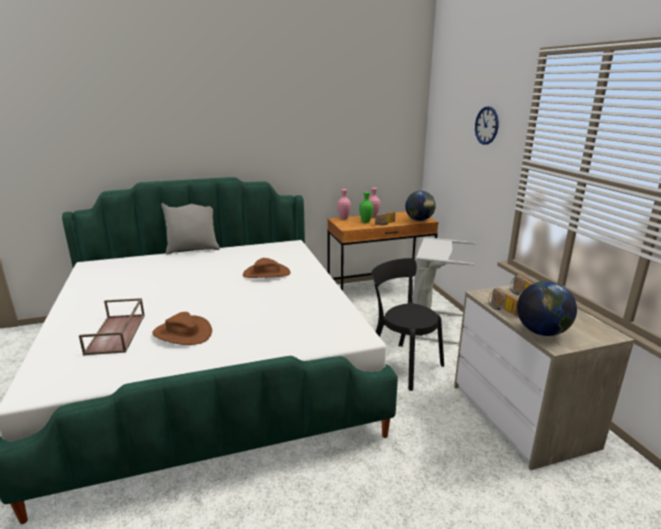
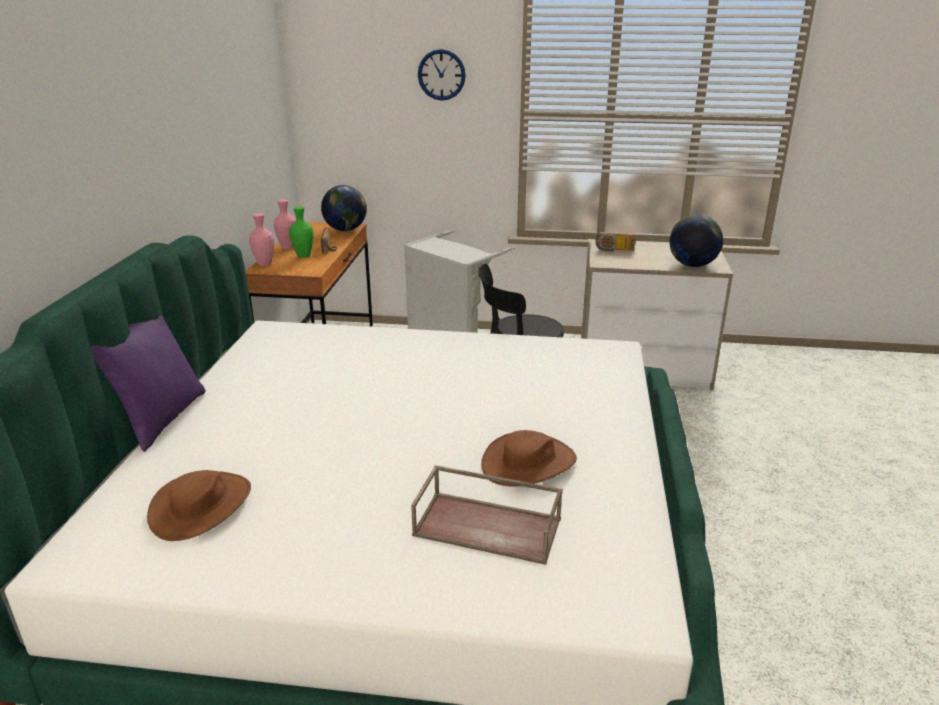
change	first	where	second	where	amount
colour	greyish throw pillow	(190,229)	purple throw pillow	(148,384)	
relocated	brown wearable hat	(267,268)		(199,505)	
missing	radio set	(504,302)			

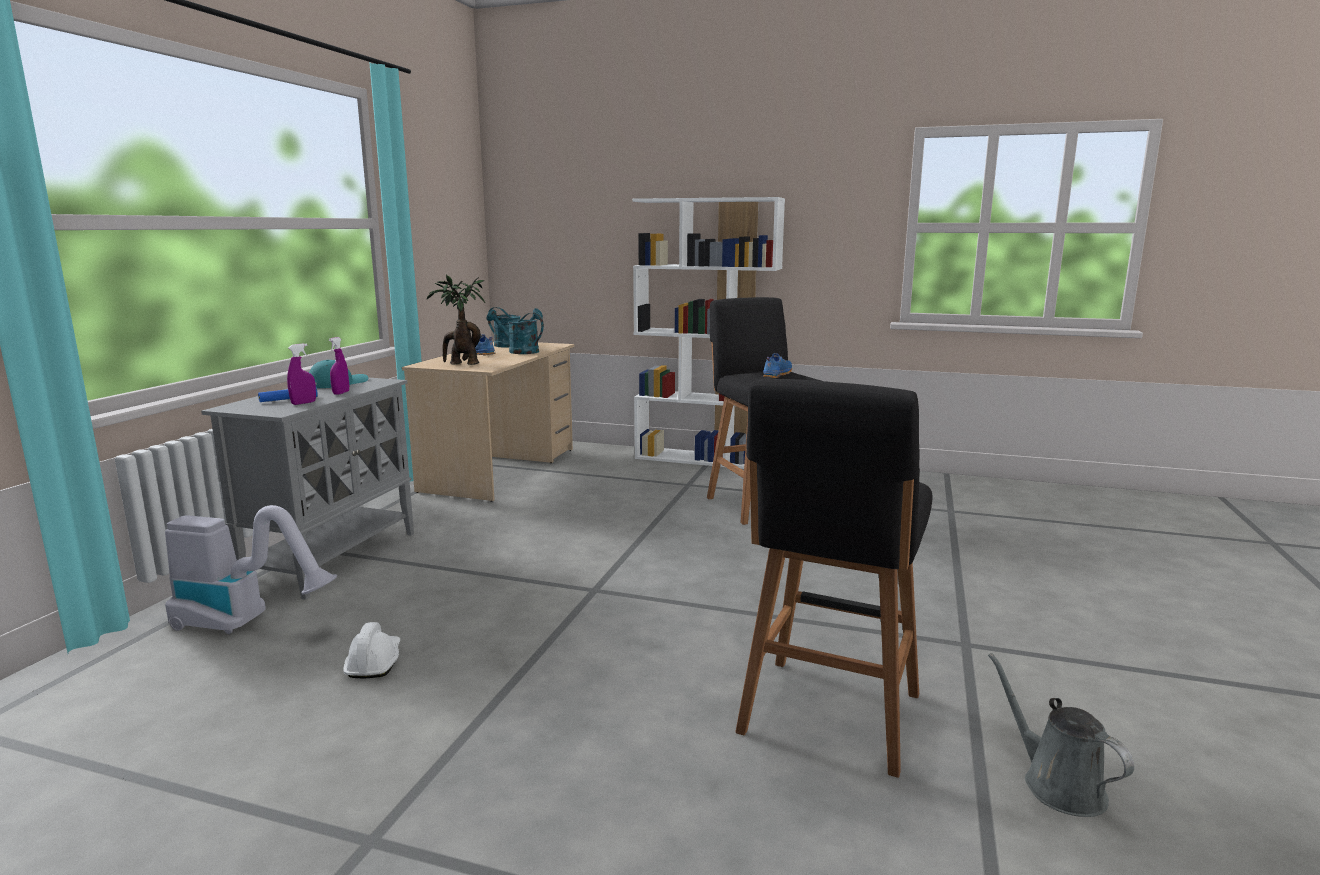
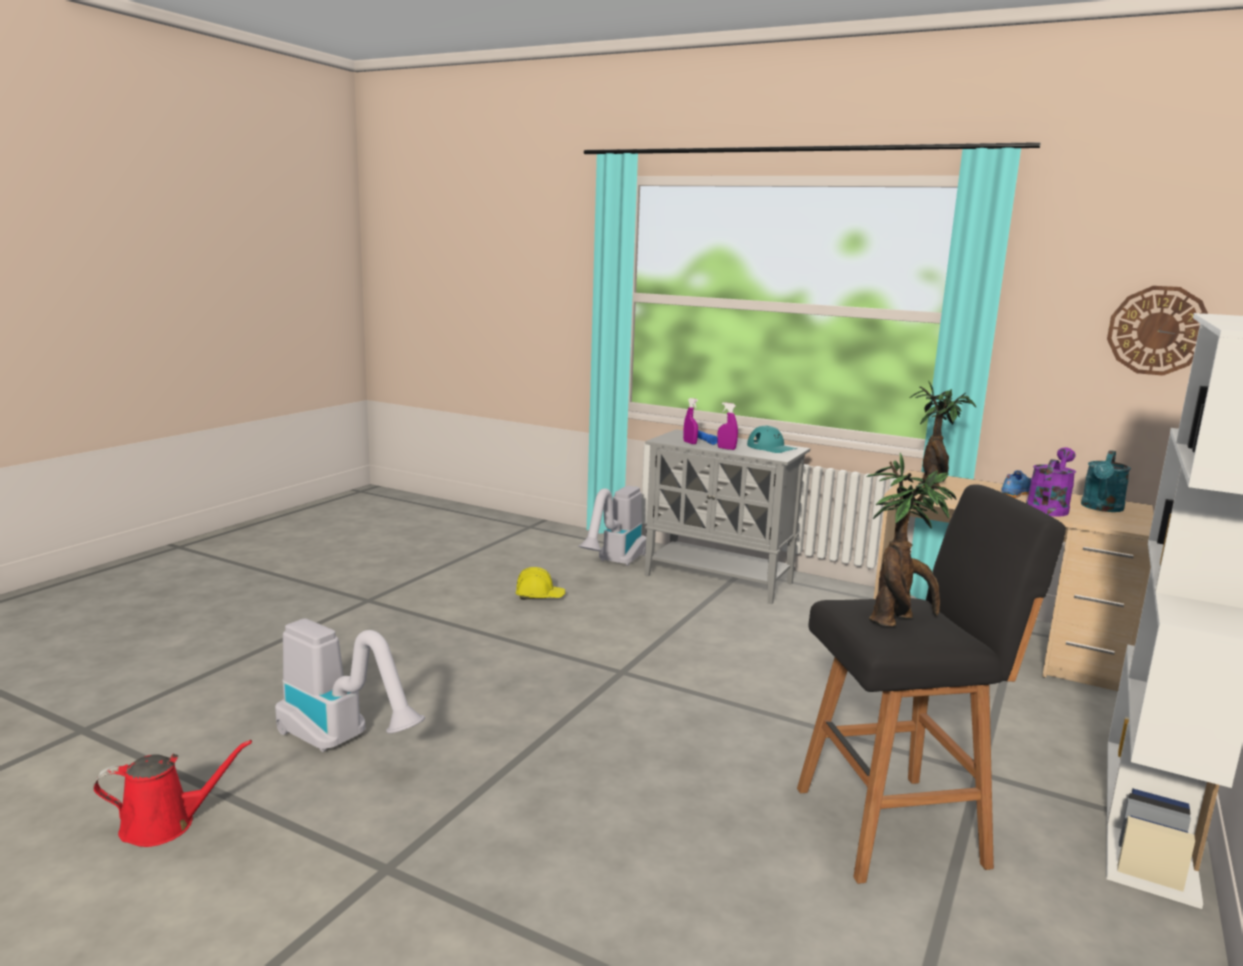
change	first	where	second	where	amount
colour	greyish watering can	(1061,735)	red-coloured watering can	(172,793)	
exchanged	black stool	(833,578)	hoover	(350,685)	
colour	white hard hat	(371,650)	yellow-coloured hard hat	(540,583)	
exchanged	blue-coloured shoe	(777,365)	potted plant	(912,539)	
colour	turquoise-coloured watering can	(515,332)	purple watering can	(1051,482)	
appeared			clock on the wall	(1157,331)	

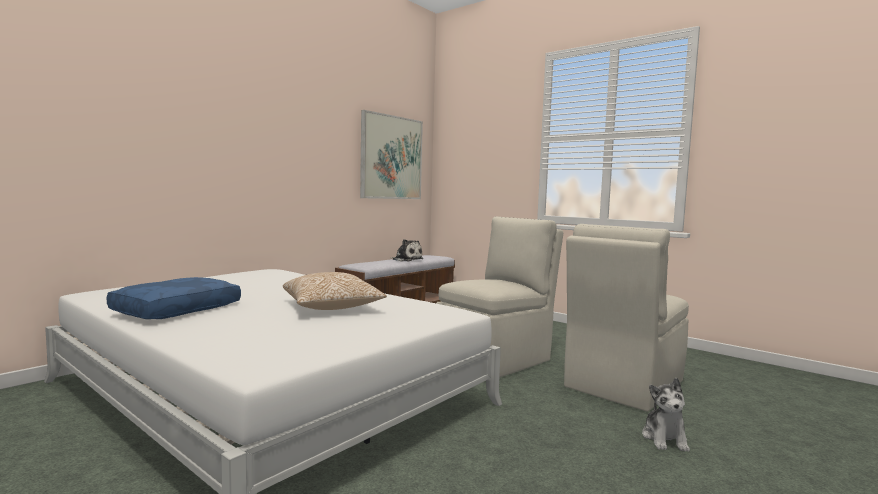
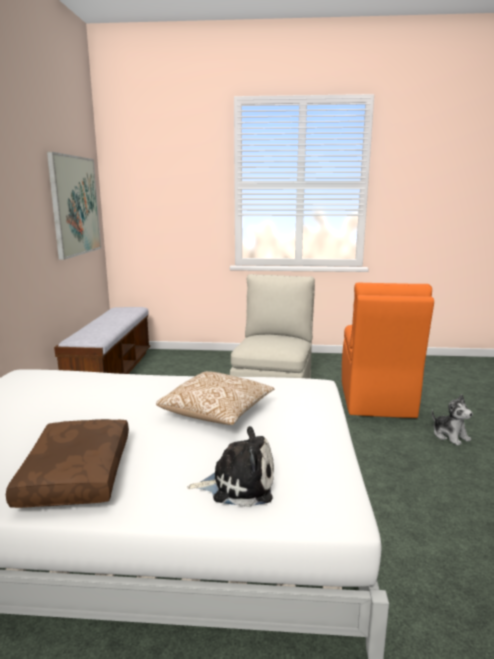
change	first	where	second	where	amount
colour	blue-coloured throw pillow	(173,298)	brown throw pillow	(67,463)	
relocated	soft toy	(407,250)		(230,466)	
colour	beige-coloured chair	(626,317)	orangey chair	(388,350)	

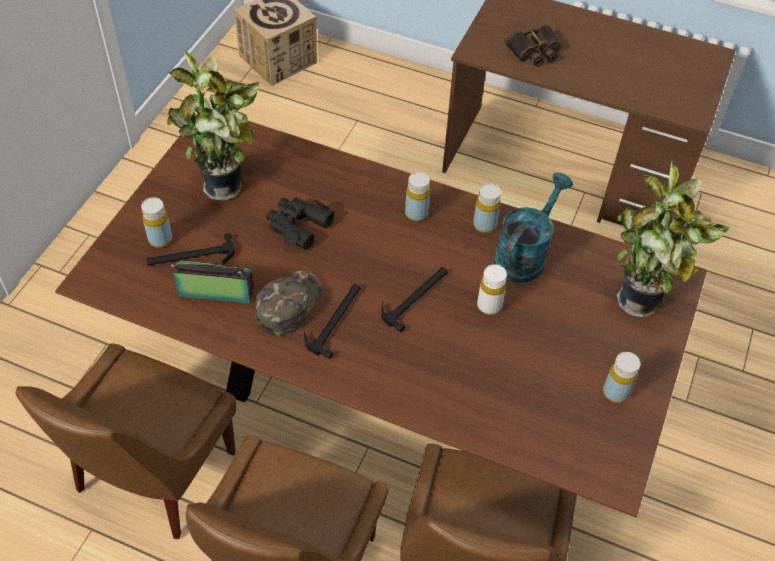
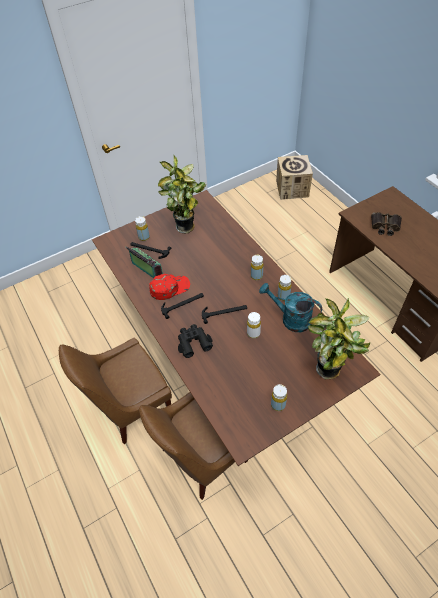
change	first	where	second	where	amount
colour	greenish cap	(289,303)	red-coloured cap	(169,287)	
relocated	black binoculars	(300,223)		(195,341)	
spun	turquoise-coloured watering can	(533,228)		(290,307)	135 degrees counterclockwise
missing	brown chair	(125,441)			

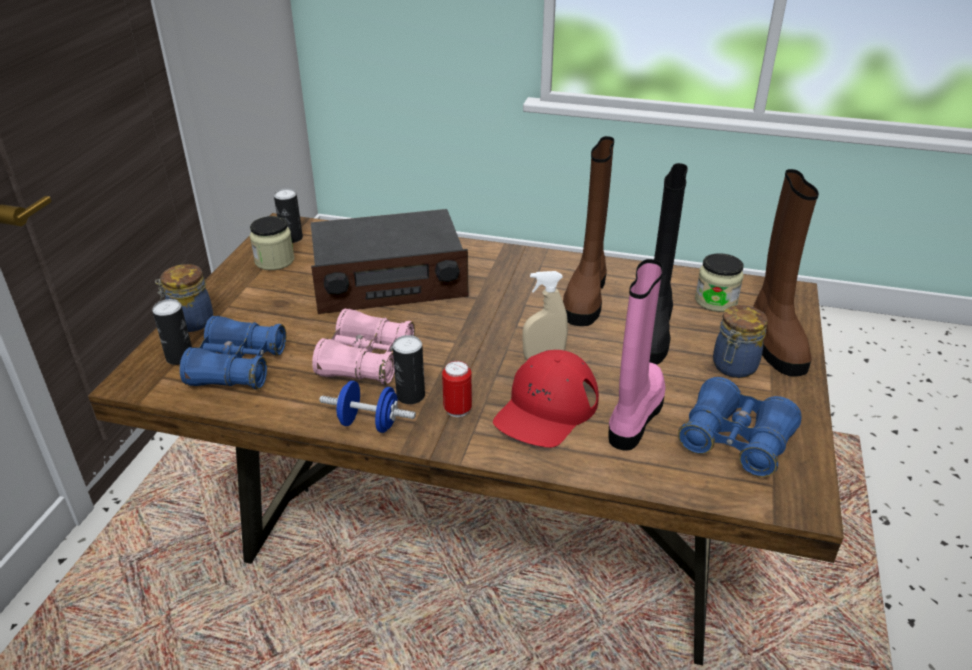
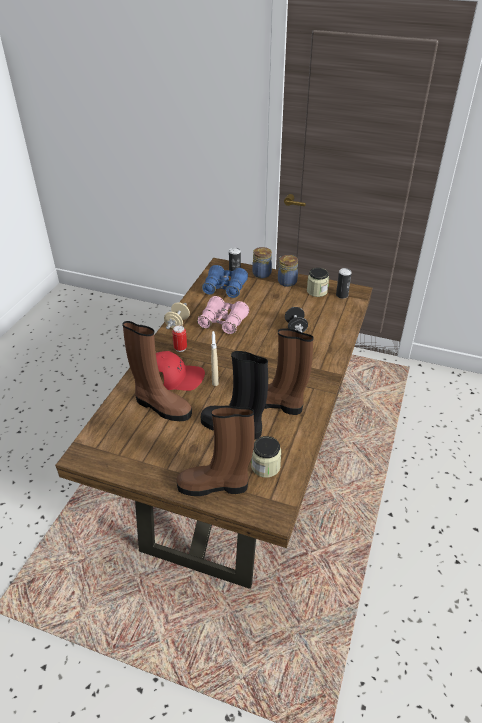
change	first	where	second	where	amount
colour	pinkish tall boot	(637,355)	brown tall boot	(157,371)	
spun	red-coloured cap	(546,399)		(180,371)	150 degrees clockwise
colour	blue-coloured free weight	(367,407)	beige-coloured free weight	(177,315)	
relocated	jar	(740,341)		(287,271)	
exchanged	radio set	(390,261)	black free weight	(296,320)	
missing	can	(409,369)			
missing	blue-coloured binoculars	(740,427)			

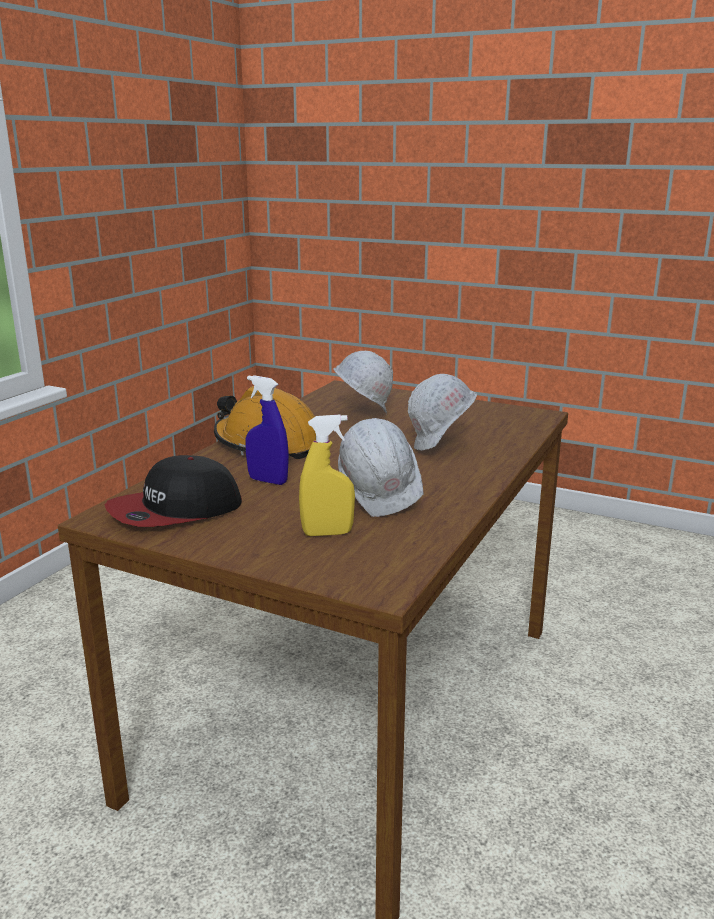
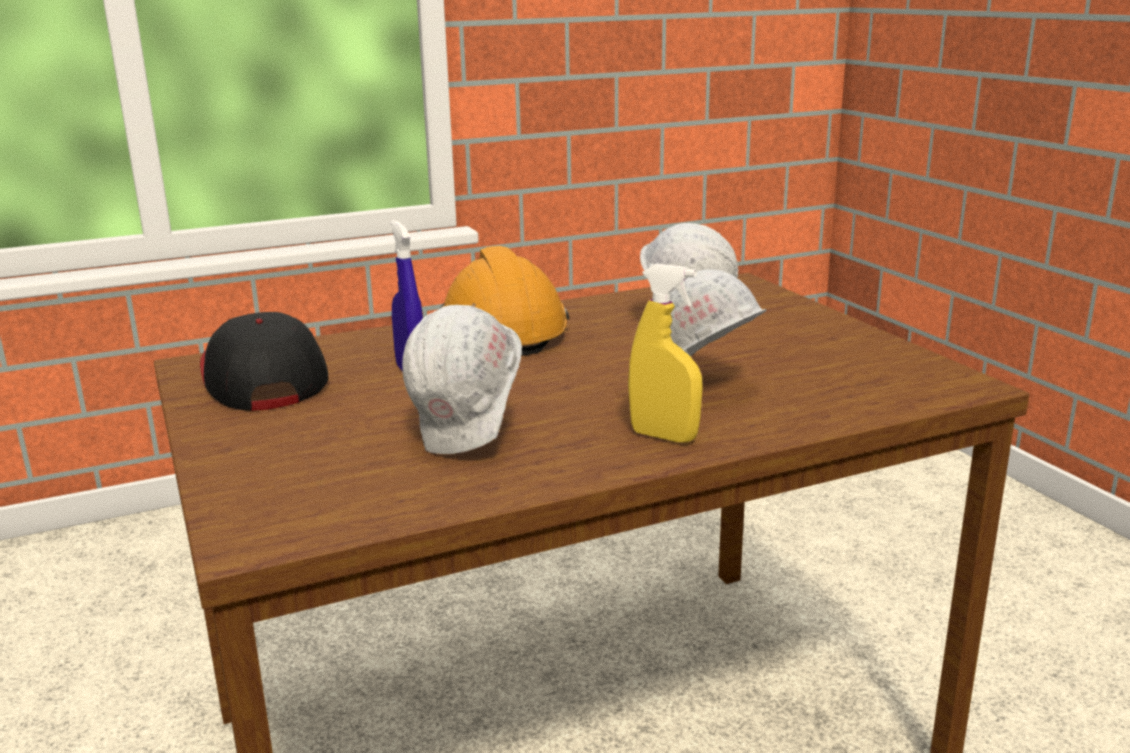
change	first	where	second	where	amount
spun	cap	(173,491)		(264,361)	60 degrees clockwise
relocated	yellow-coloured sprayer	(327,475)		(665,353)	

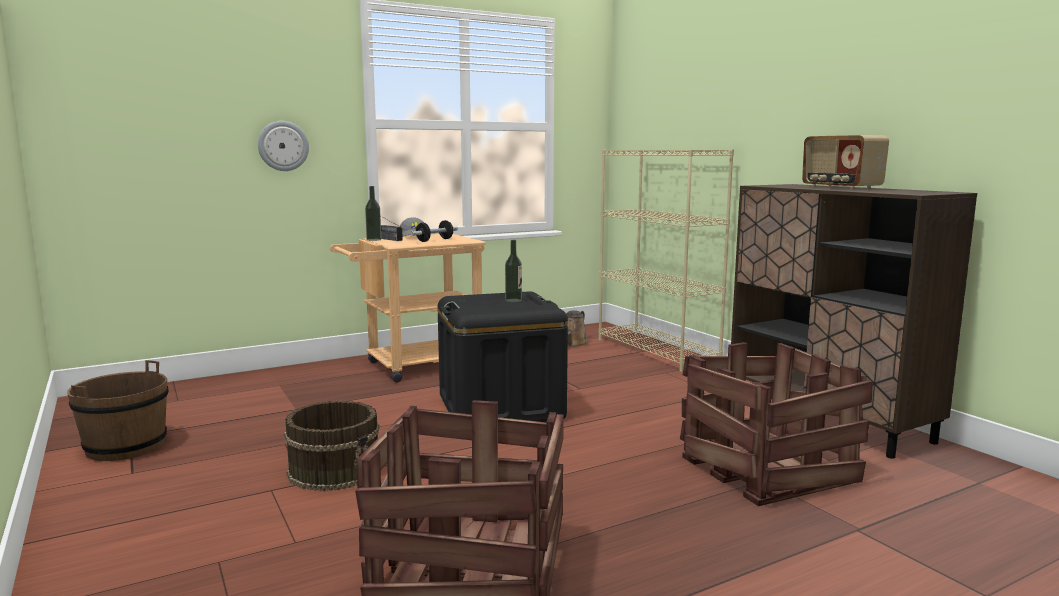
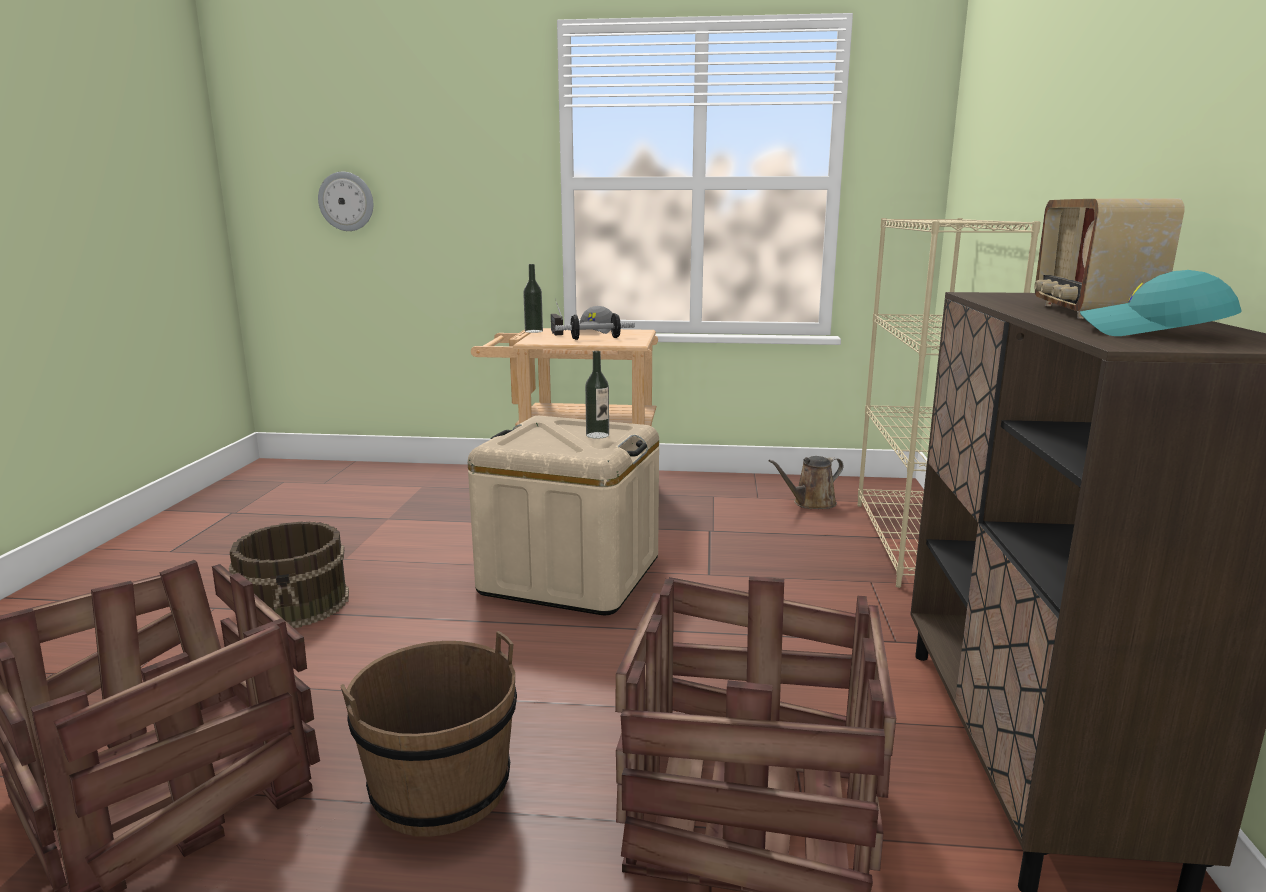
change	first	where	second	where	amount
relocated	clock on the wall	(283,146)		(345,201)	
relocated	brown pail	(117,410)		(428,734)	
colour	black storage box	(502,356)	beige-coloured storage box	(563,515)	
appeared			turquoise-coloured cap	(1161,303)	

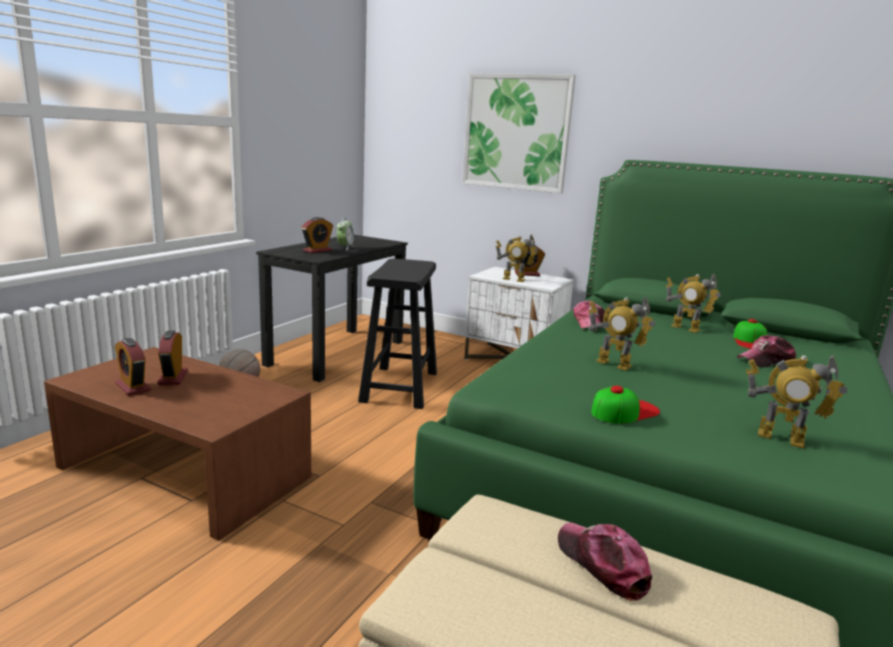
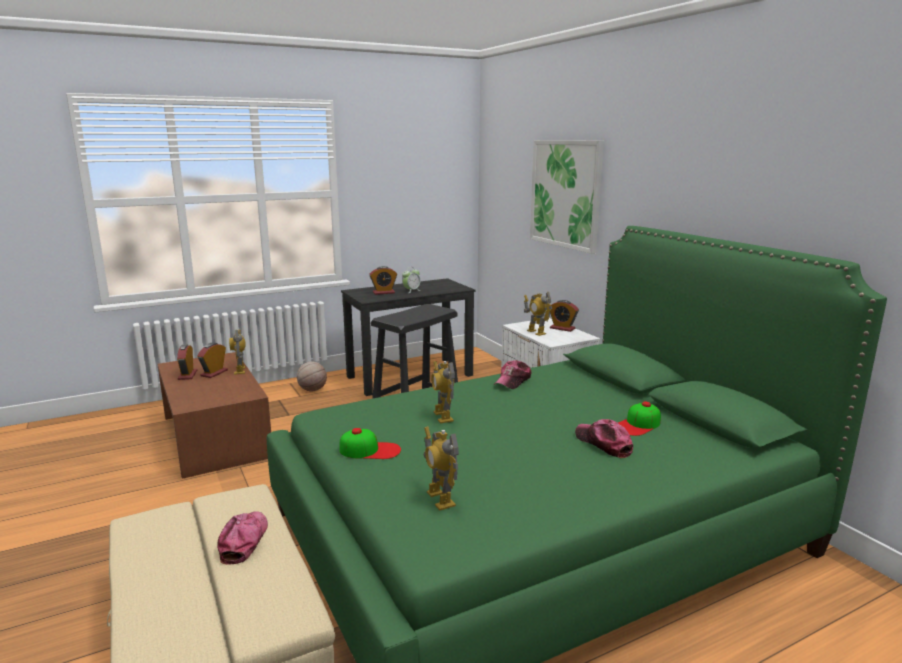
change	first	where	second	where	amount
relocated	model robot	(693,303)		(237,352)	
spun	cap	(766,351)		(604,438)	45 degrees clockwise

